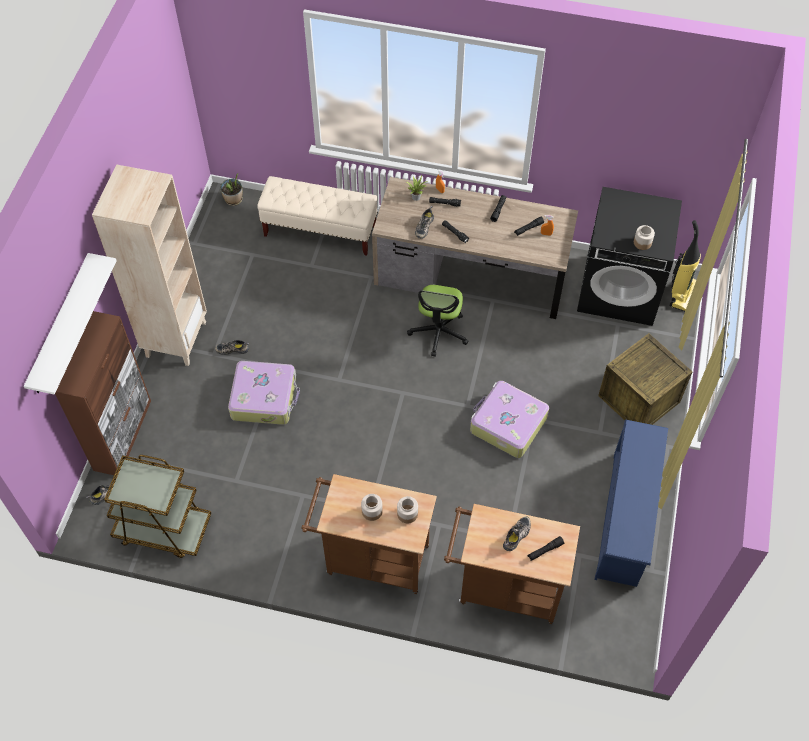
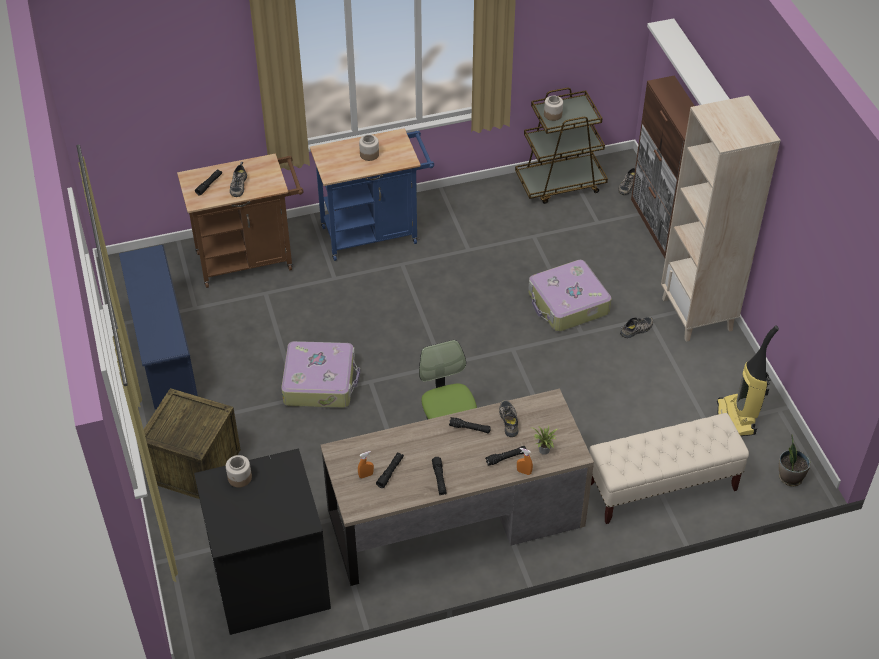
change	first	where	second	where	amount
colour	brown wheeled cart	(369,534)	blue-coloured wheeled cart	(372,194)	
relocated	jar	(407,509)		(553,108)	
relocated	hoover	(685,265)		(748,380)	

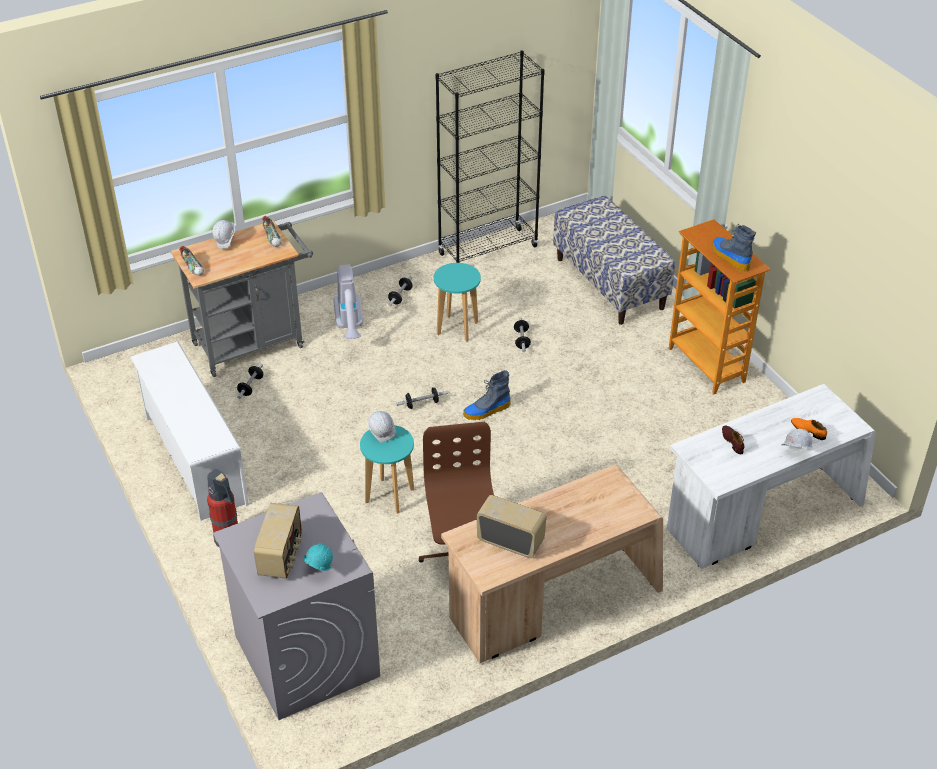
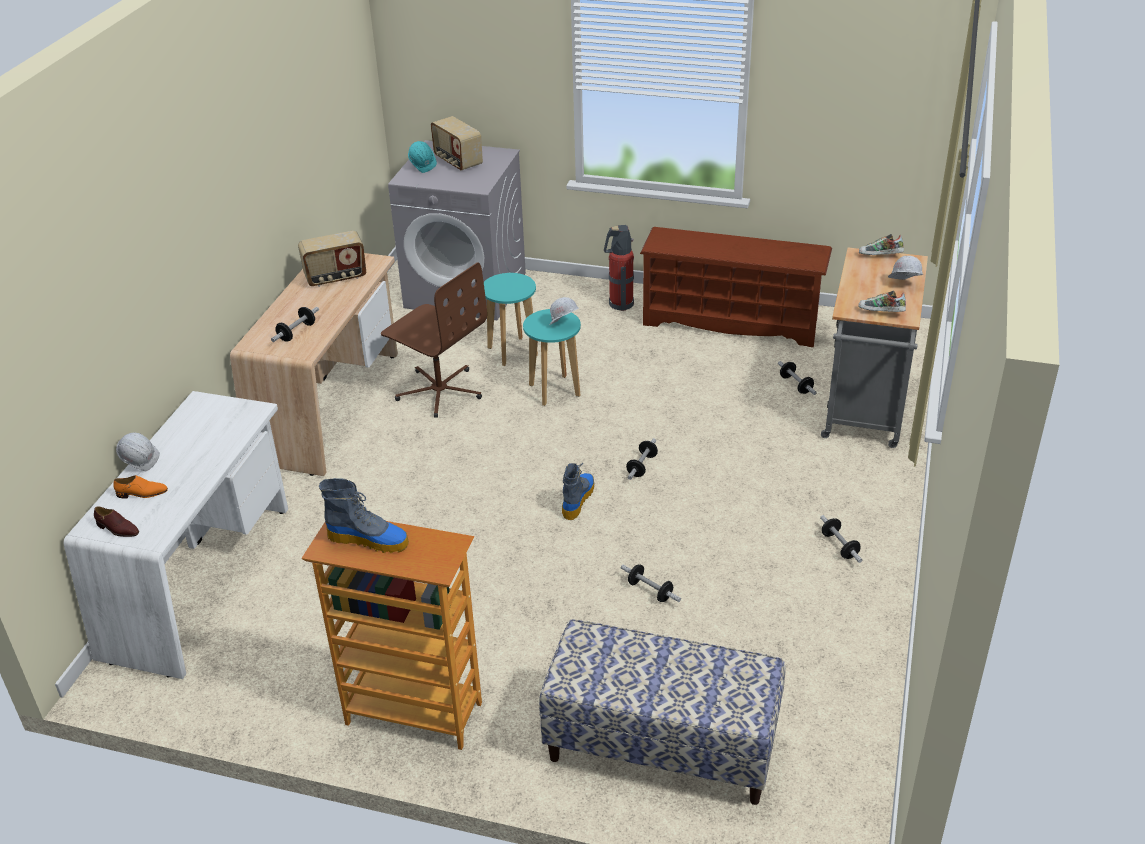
change	first	where	second	where	amount
relocated	brown shoe	(733,439)		(116,521)	
appeared			free weight	(295,324)	
relocated	turquoise-coloured stool	(457,302)		(511,319)	
colour	white shoe shelf	(189,431)	brown shoe shelf	(736,287)	
missing	hoover	(348,302)			
missing	black bookshelf	(490,156)			

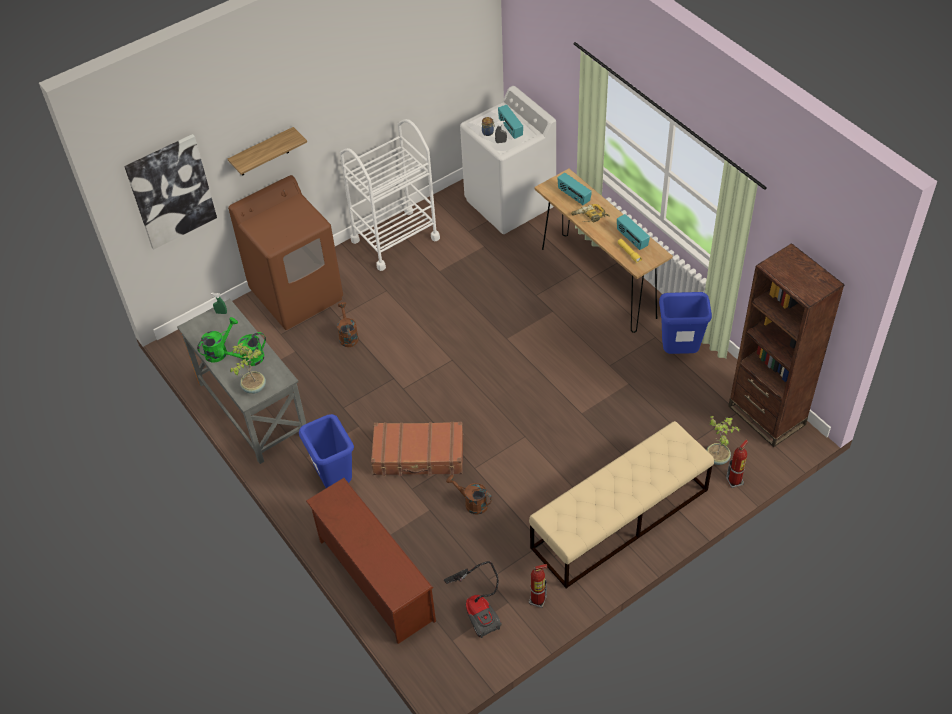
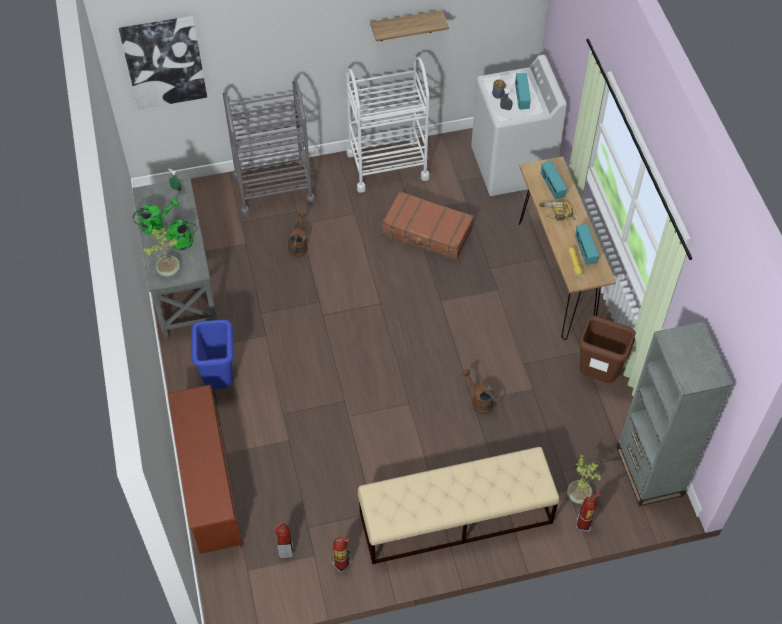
change	first	where	second	where	amount
exchanged	brown laundry appliance	(285,252)	greyish wheeled cart	(269,148)	
exchanged	hoover	(473,599)	extinguisher	(283,540)	
relocated	bracket shelf	(267,151)		(409,25)	
relocated	brown travel case	(417,449)		(428,225)	
relocated	brown watering can	(469,495)		(479,391)	
colour	blue-coloured waste bin	(685,323)	brown waste bin	(607,349)	
colour	brown bookshelf	(786,345)	greyish bookshelf	(675,414)	

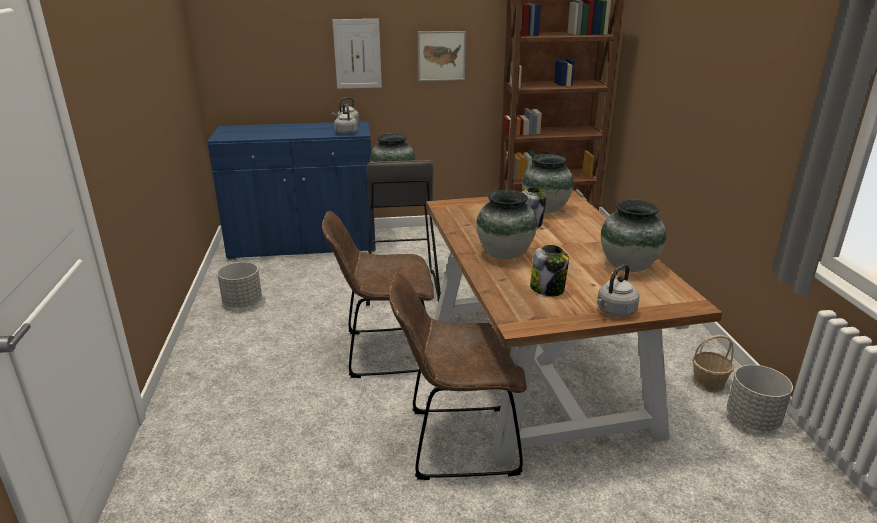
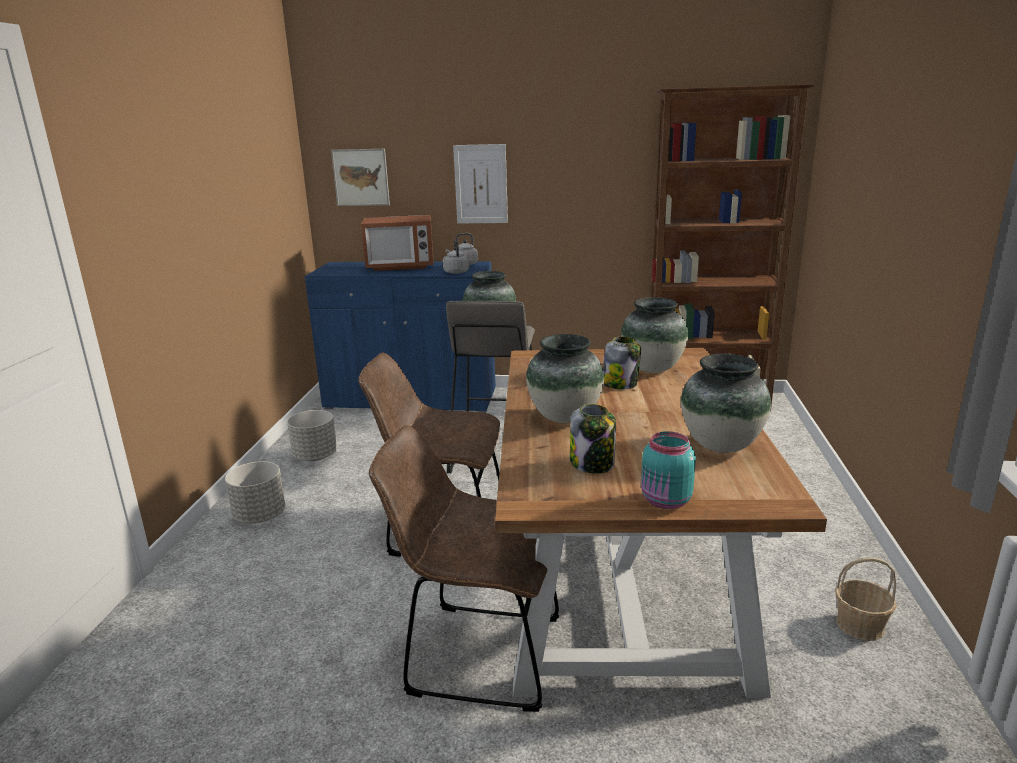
change	first	where	second	where	amount
relocated	greyish planter	(760,398)		(255,492)	
relocated	wall picture	(442,56)		(360,177)	
appeared			microwave oven	(397,243)	
exchanged	greyish kettle	(618,290)	turquoise-coloured jar	(668,470)	

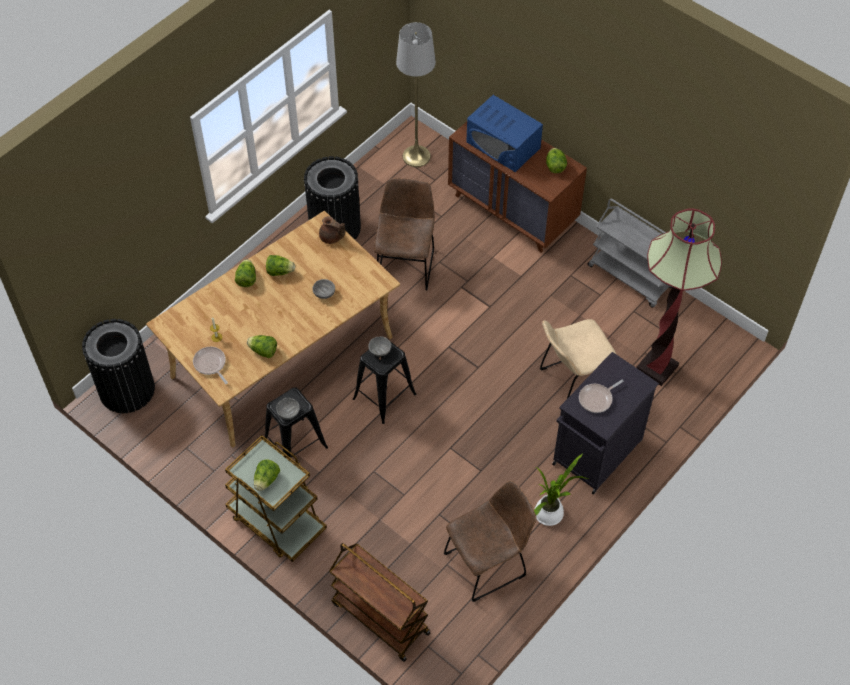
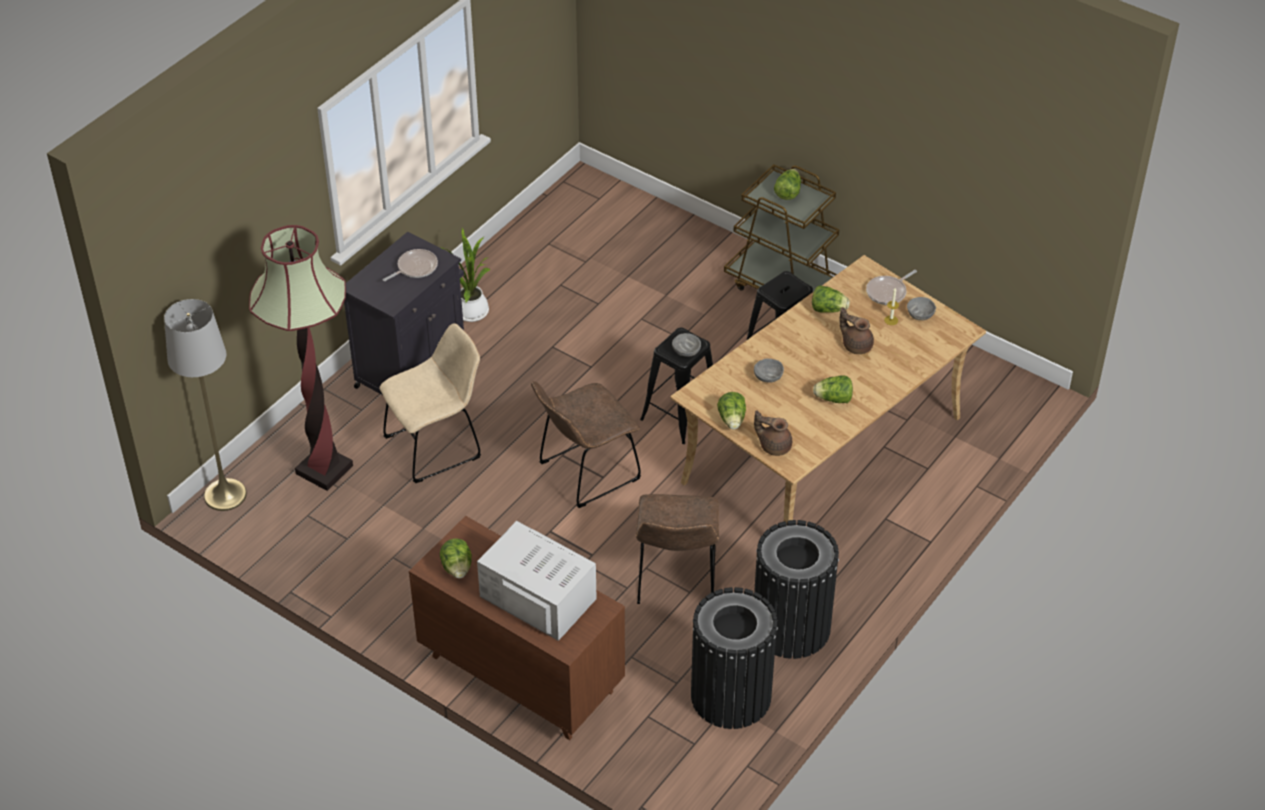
change	first	where	second	where	amount
relocated	greyish standard lamp	(416,94)		(205,405)	
colour	blue-coloured microwave oven	(504,133)	white microwave oven	(537,581)	
relocated	brown chair	(490,541)		(586,444)	
relocated	black waste bin	(118,366)		(734,658)	
relocated	lettuce head	(245,273)		(731,411)	
appeared			brown pot for tea	(856,330)	
spun	frying pan	(210,365)		(891,287)	90 degrees clockwise
relocated	greyish serving bowl	(288,409)		(921,308)	
missing	brown wheeled cart	(379,602)			
missing	greyish wheeled cart	(630,253)			

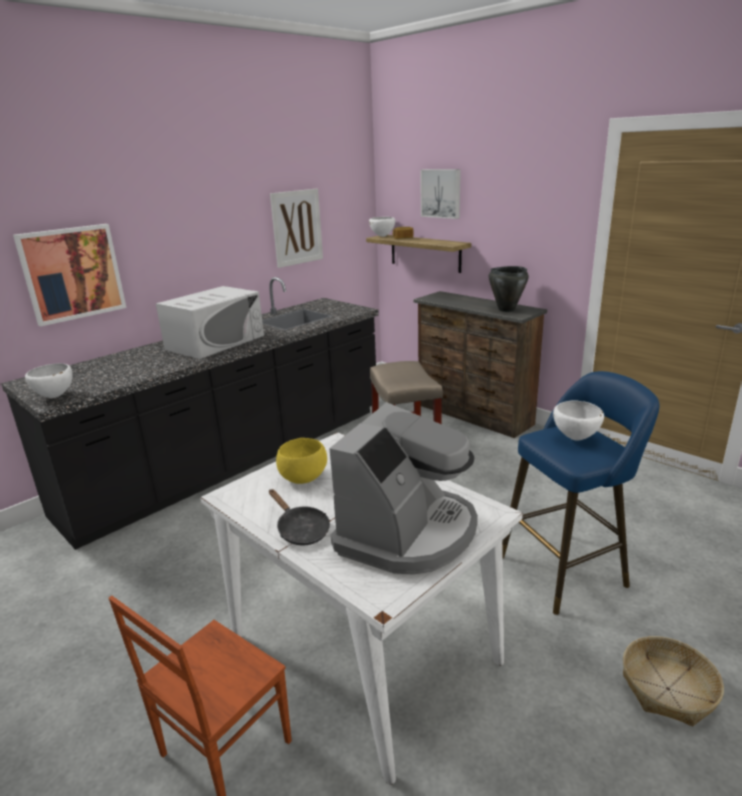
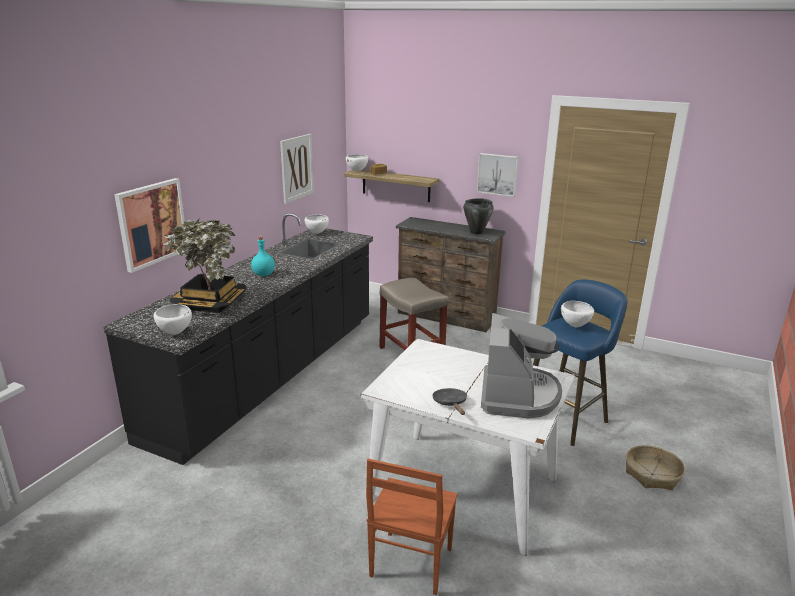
change	first	where	second	where	amount
appeared			potted plant	(205,266)	
exchanged	white microwave oven	(210,322)	turquoise-coloured bottle	(263,256)	
appeared			white serving bowl	(317,224)	
spun	black frying pan	(299,517)		(449,401)	135 degrees counterclockwise
relocated	wall picture	(440,194)		(498,175)	
missing	yellow-coloured serving bowl	(301,461)			

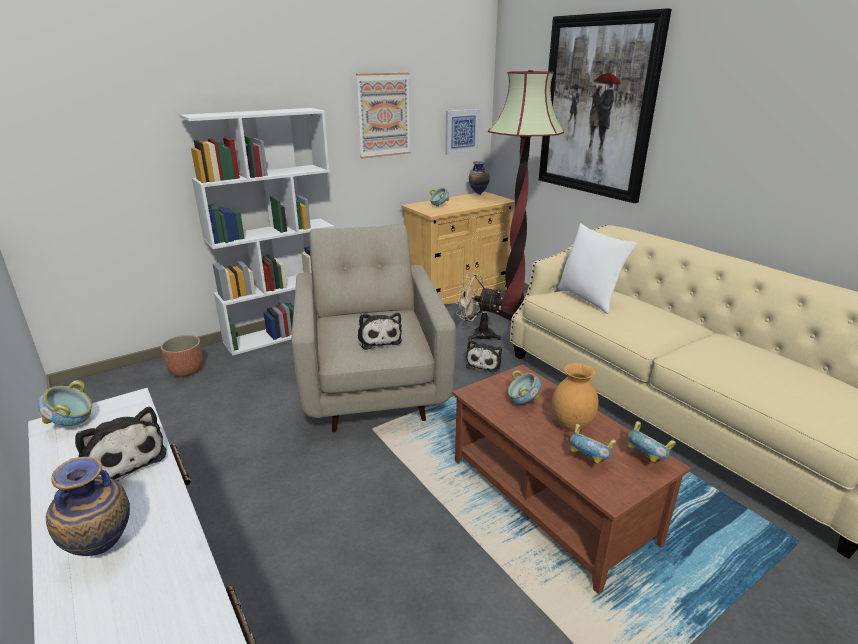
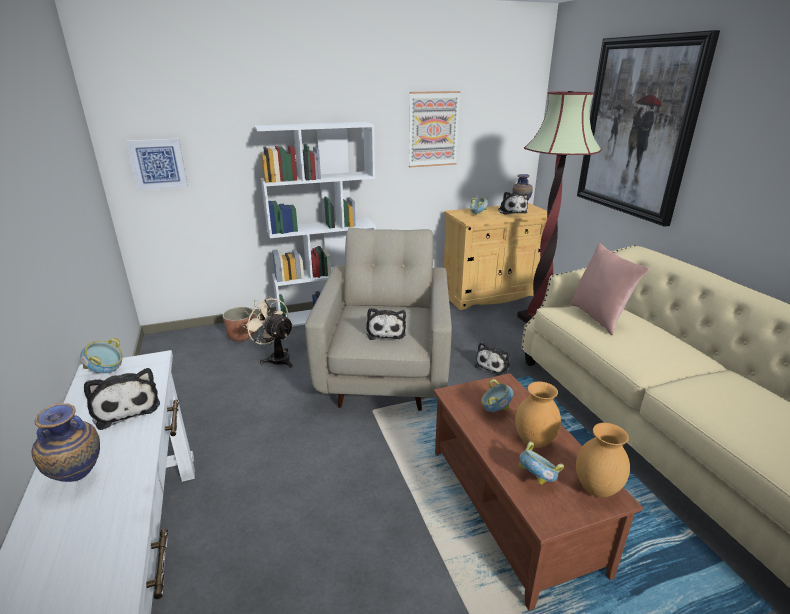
change	first	where	second	where	amount
relocated	wall picture	(463,132)		(157,164)	
relocated	beige-coloured fan	(479,307)		(268,332)	
appeared			soft toy	(513,203)	
colour	white throw pillow	(597,268)	pinkish throw pillow	(610,289)	
exchanged	serving bowl	(651,441)	brown decorative vase	(603,460)	

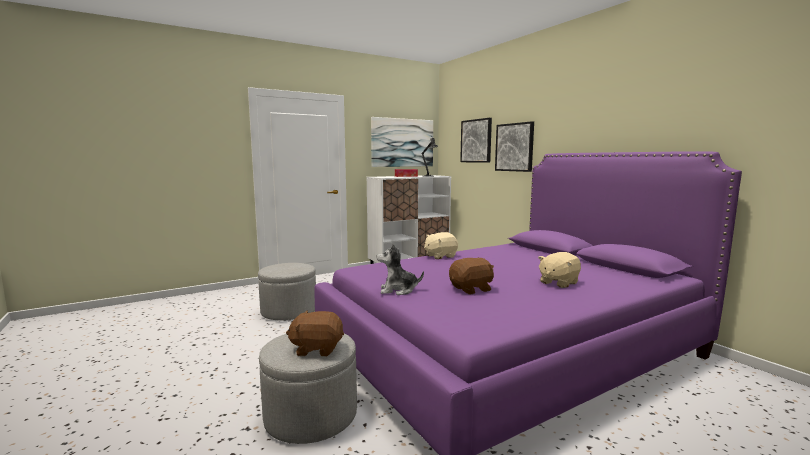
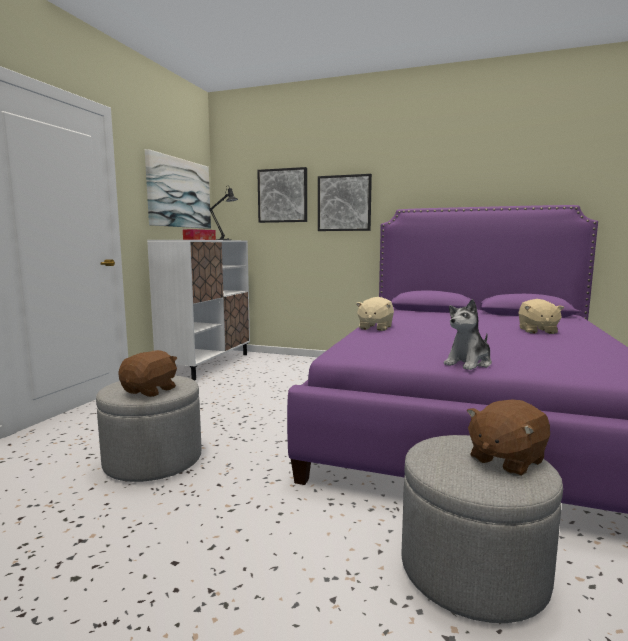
change	first	where	second	where	amount
relocated	brown soft toy	(471,276)		(147,373)	

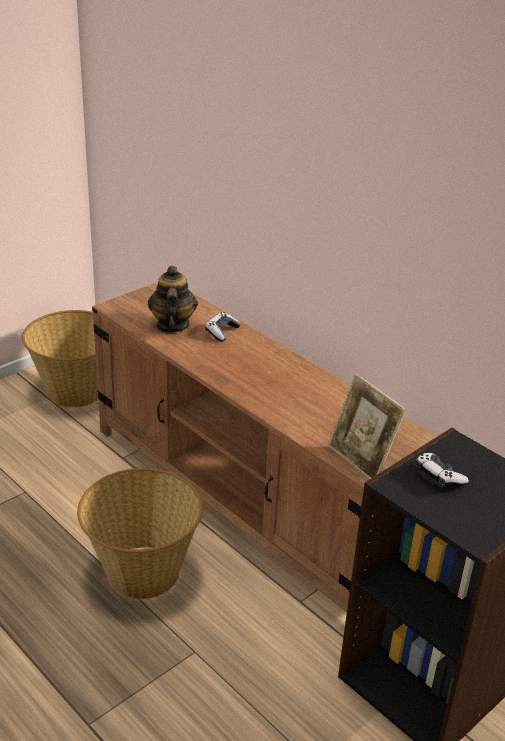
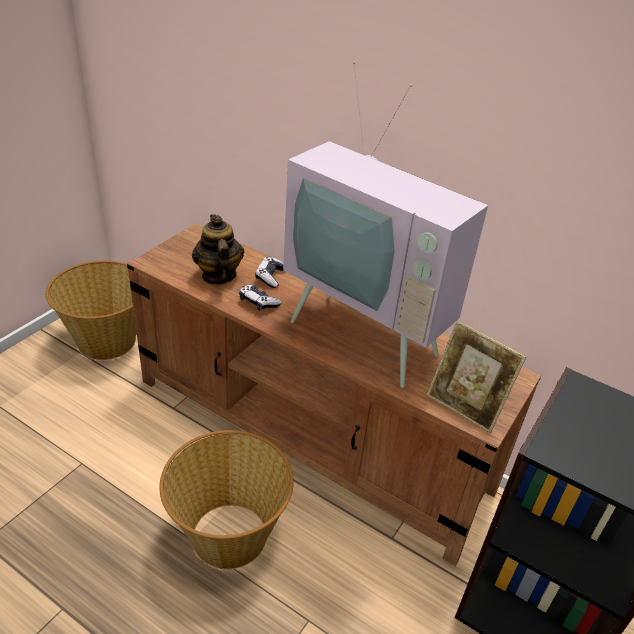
change	first	where	second	where	amount
relocated	joypad	(442,470)		(260,298)	
appeared			TV	(385,224)	

